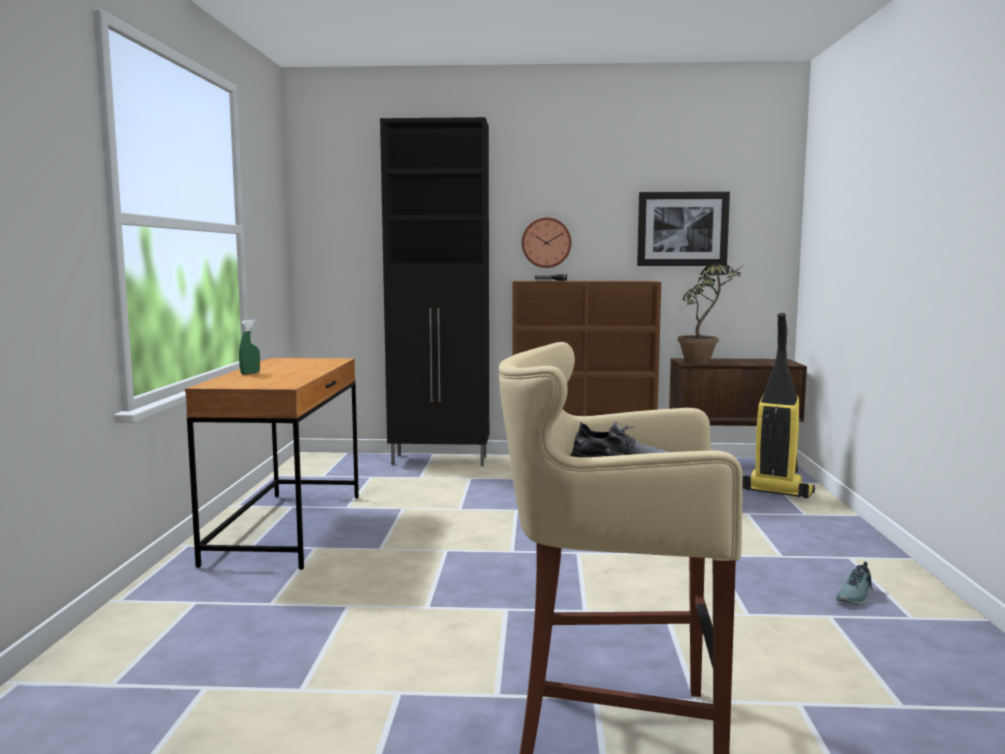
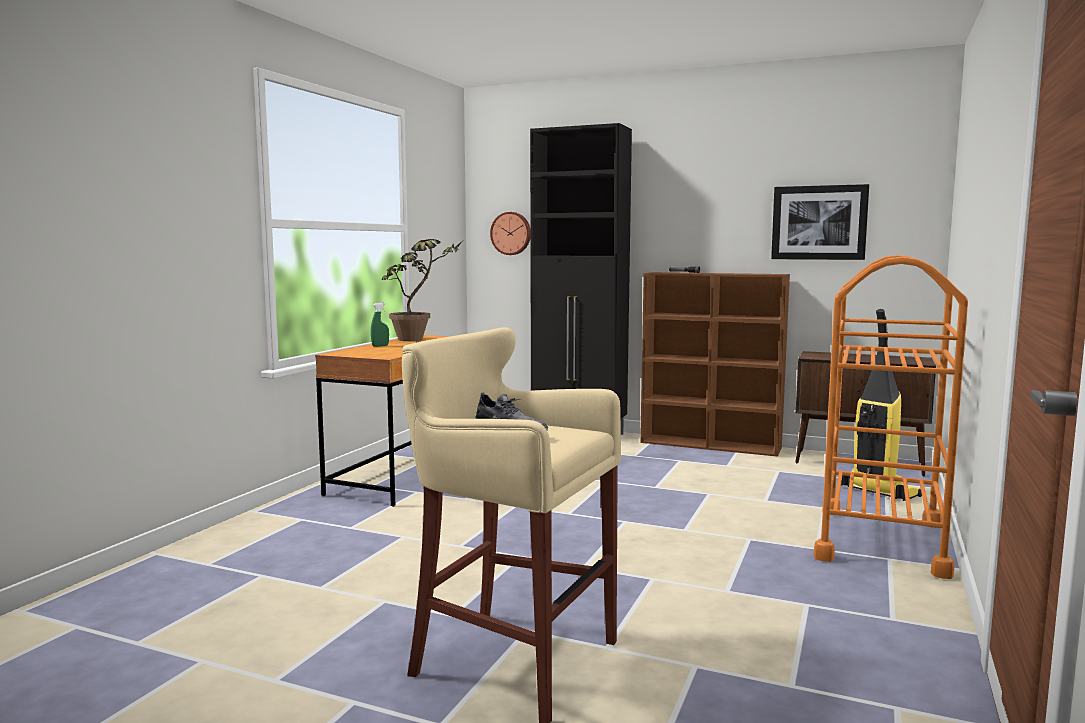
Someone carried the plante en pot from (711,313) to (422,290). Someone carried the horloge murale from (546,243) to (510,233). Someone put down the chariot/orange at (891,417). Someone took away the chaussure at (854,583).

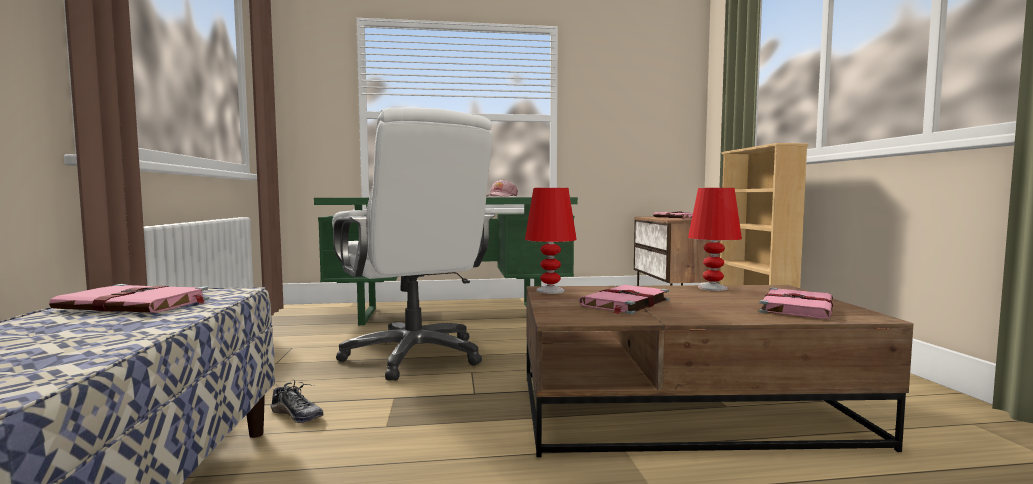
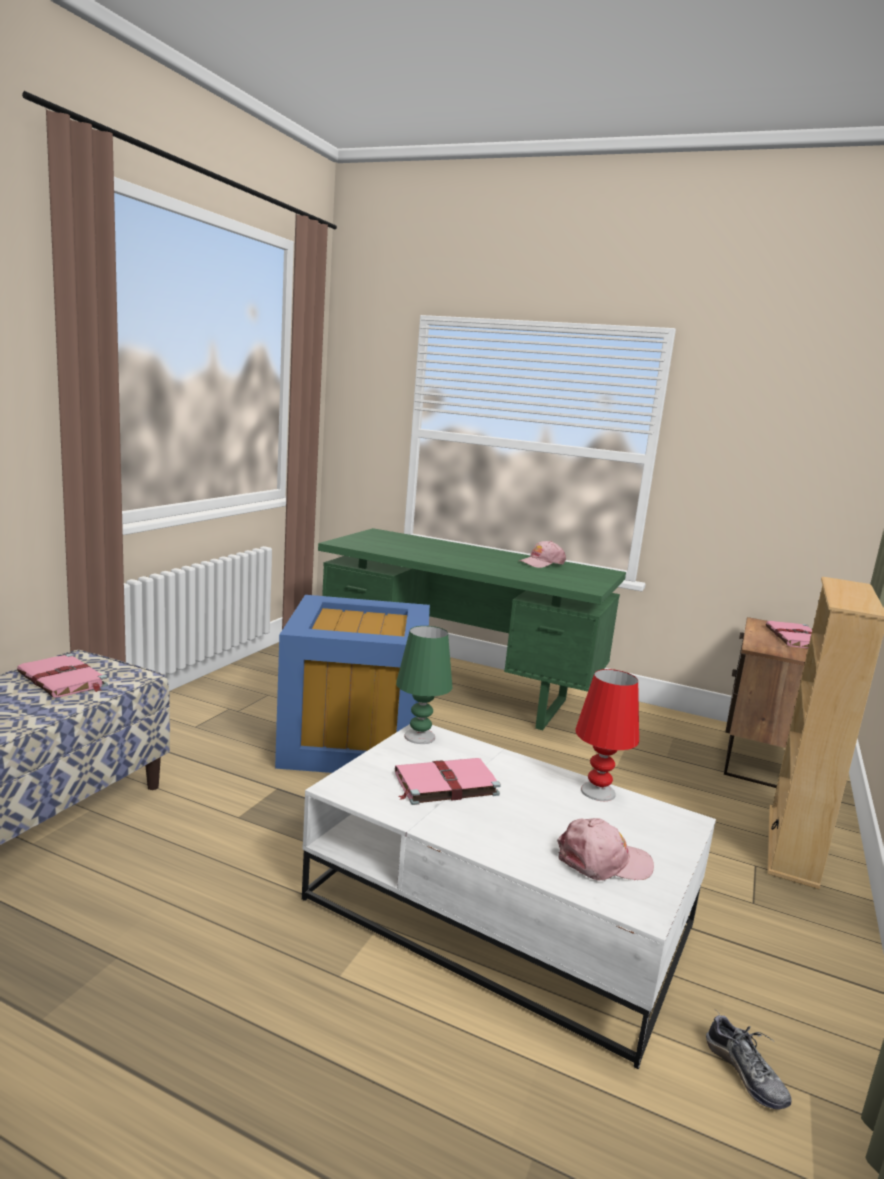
Someone swapped the chaise de bureau/blanc at (413,244) for the boîte de rangement/bleu at (352,684). Someone repainted the table basse/marron at (719,371), which became the table basse/blanc at (509,896). Someone repainted the lampe de table/rouge at (551,241), which became the lampe de table/vert at (424,685). Someone swapped the livre/rose at (796,303) for the casquette/rose at (605,849). Someone carried the chaussure from (297,401) to (749,1060).

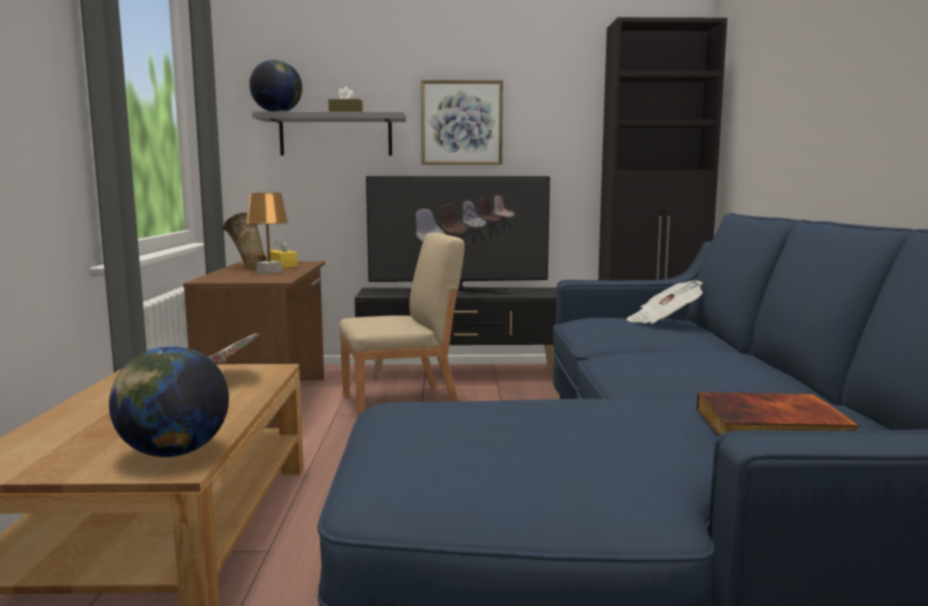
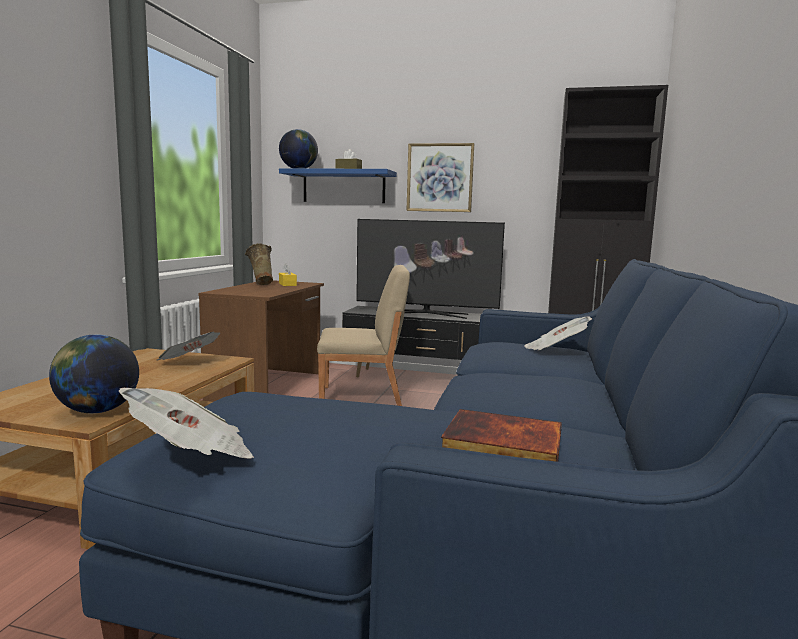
Someone put down the journal at (186,423). Someone repainted the étagère/gris at (329,134), which became the étagère/bleu at (338,185). Someone took away the lampe de table/marron at (267,233).

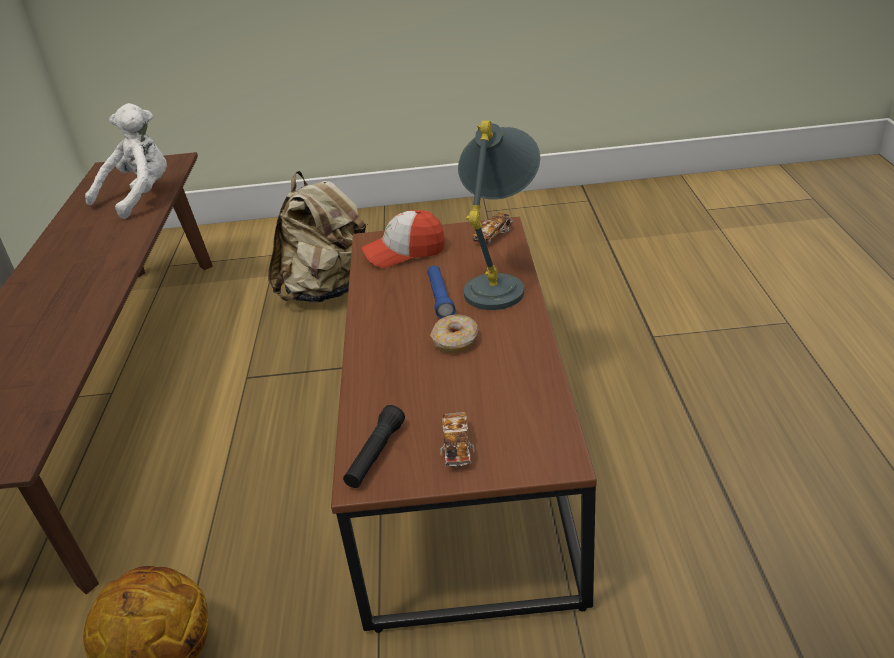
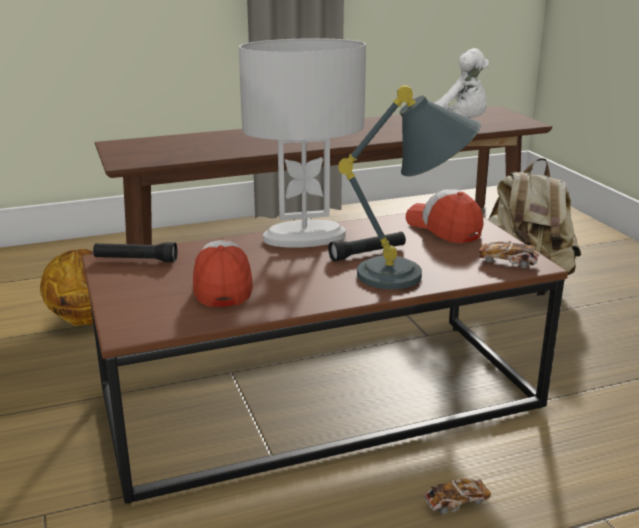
Someone put down the casquette at (223,273). Someone put down the lampe de table/blanc at (302,143). Someone repainted the lampe de poche/bleu at (441,292), which became the lampe de poche/noir at (367,246). Someone carried the petite voiture from (457,439) to (457,497). Someone took away the beignet at (454,334).

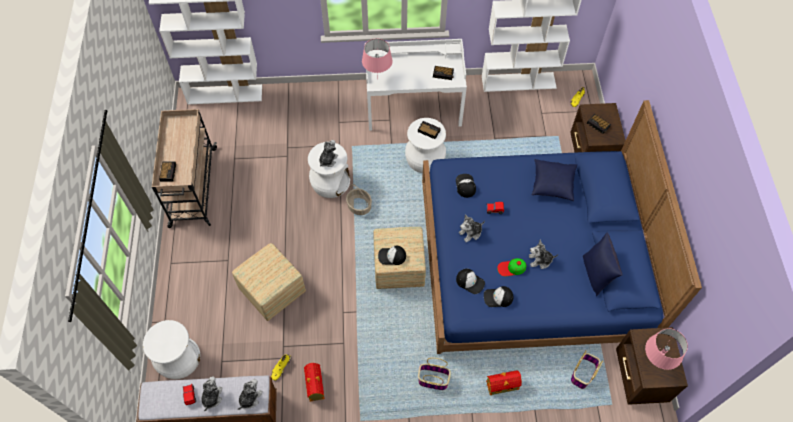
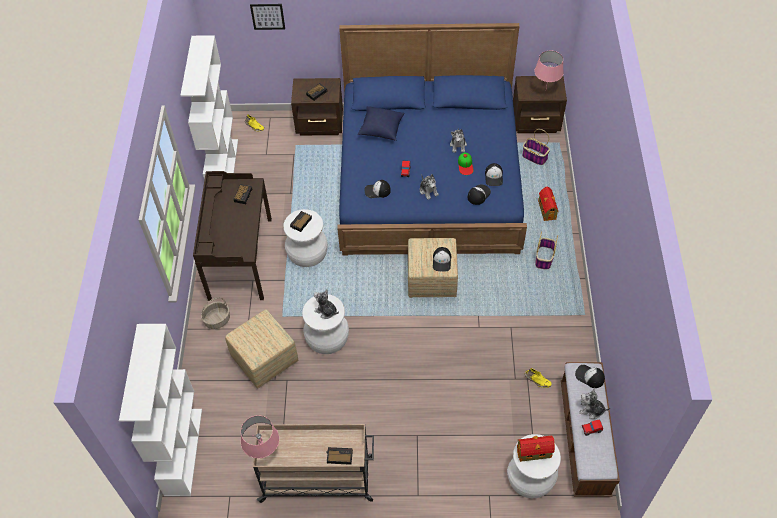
Someone repainted the bureau/blanc at (416,84), which became the bureau/marron at (232,236). Someone carried the panier from (359,199) to (215,313). Someone carried the pouf from (269,282) to (261,349). Someone carried the lampe de table/rose from (377,57) to (260,436). Someone put up the tableau at (267,17). Someone carried the maison miniature from (314,382) to (536,449). Someone swapped the peluche at (250,394) for the casquette at (590,376). Someone took away the coussin/bleu at (602,264).

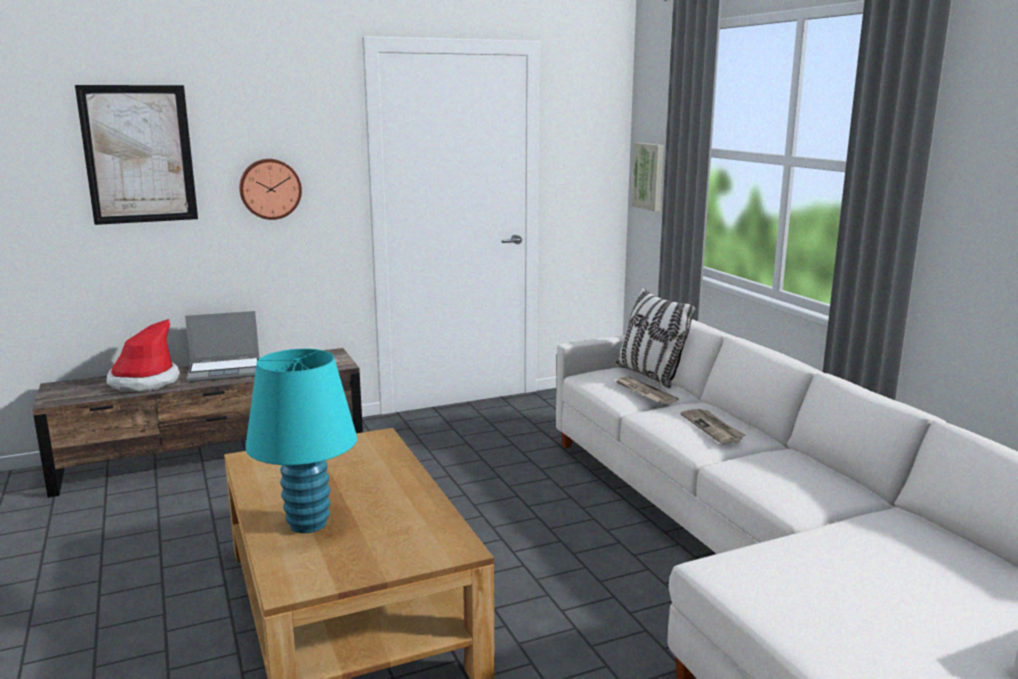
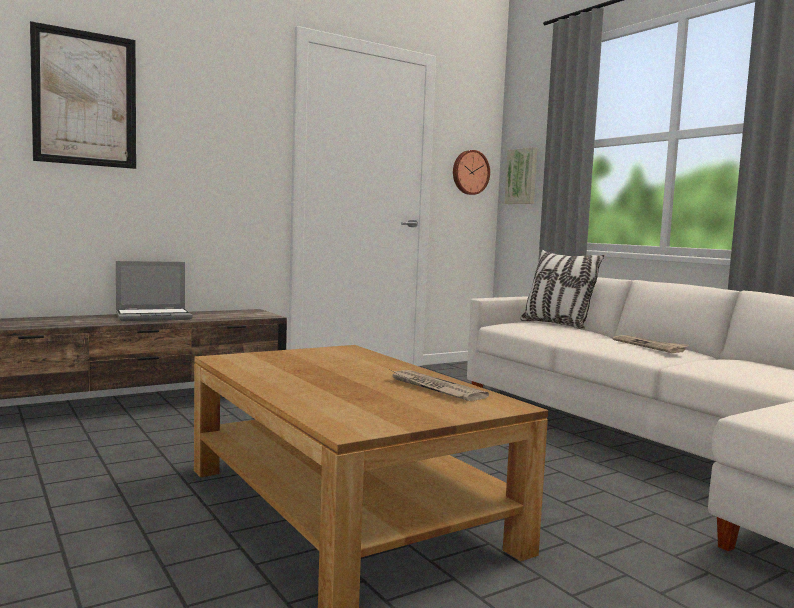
Someone carried the journal from (646,390) to (439,385). Someone carried the horloge murale from (270,189) to (471,172). Someone took away the chapeau at (143,355). Someone took away the lampe de table/turquoise at (301,441).

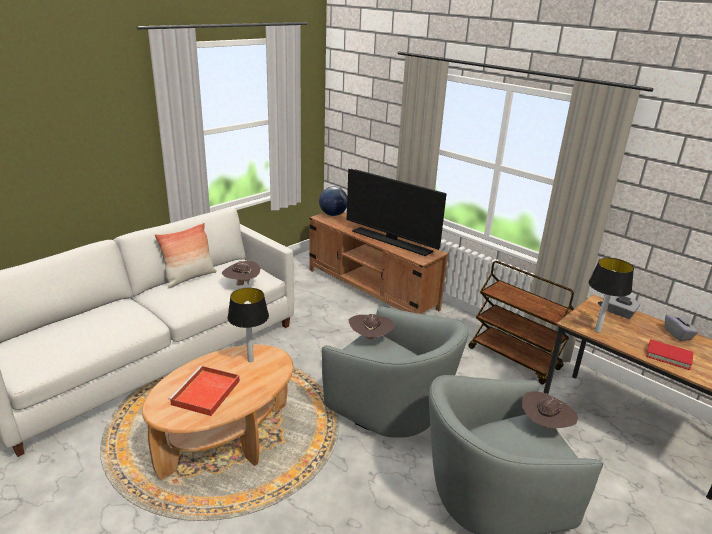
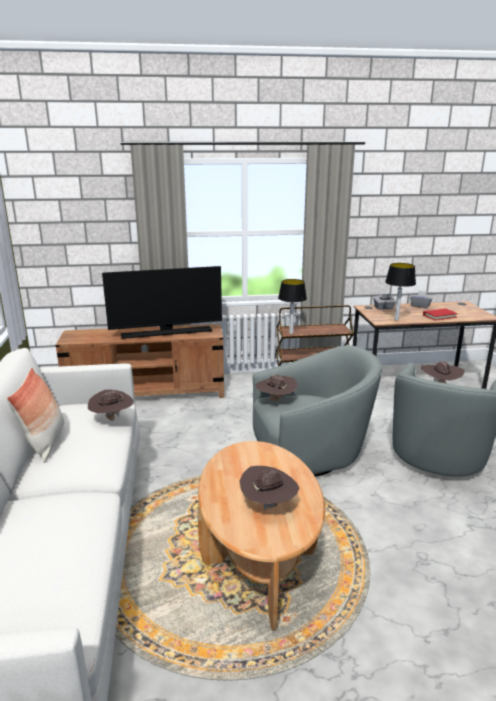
Someone swapped the plateau/rouge at (204,391) for the chapeau/marron at (269,488). Someone carried the lampe de table from (248,325) to (292,306). Someone took away the globe at (333,201).

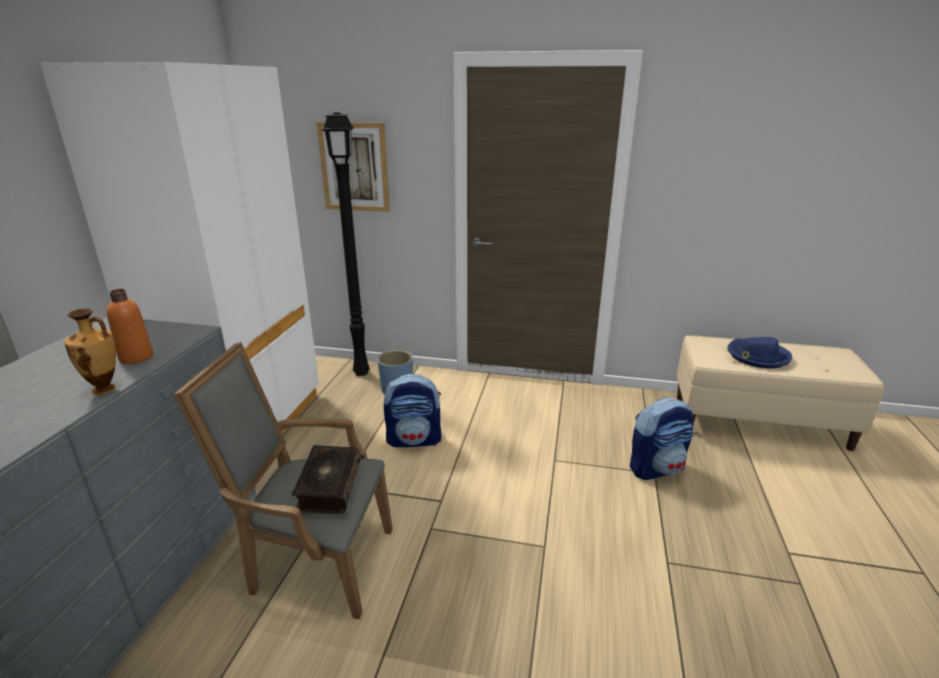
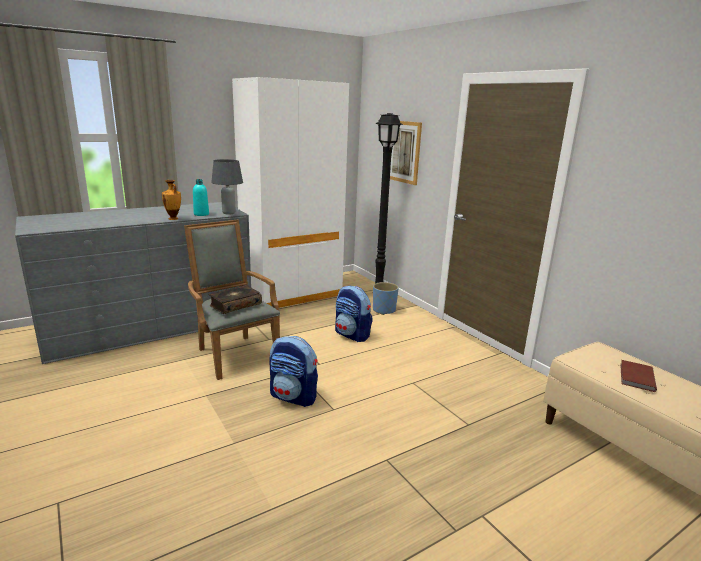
Someone repainted the bouteille/orange at (130,326), which became the bouteille/turquoise at (201,197). Someone put down the lampe de table/gris at (227,187). Someone carried the sac à dos from (662,439) to (293,371). Someone swapped the chapeau/bleu at (760,352) for the livre/marron at (638,376).

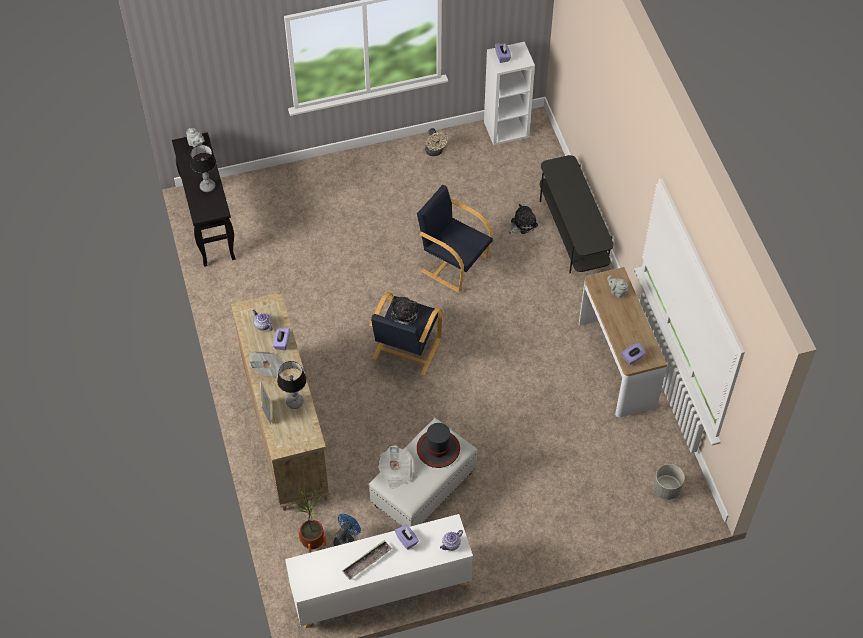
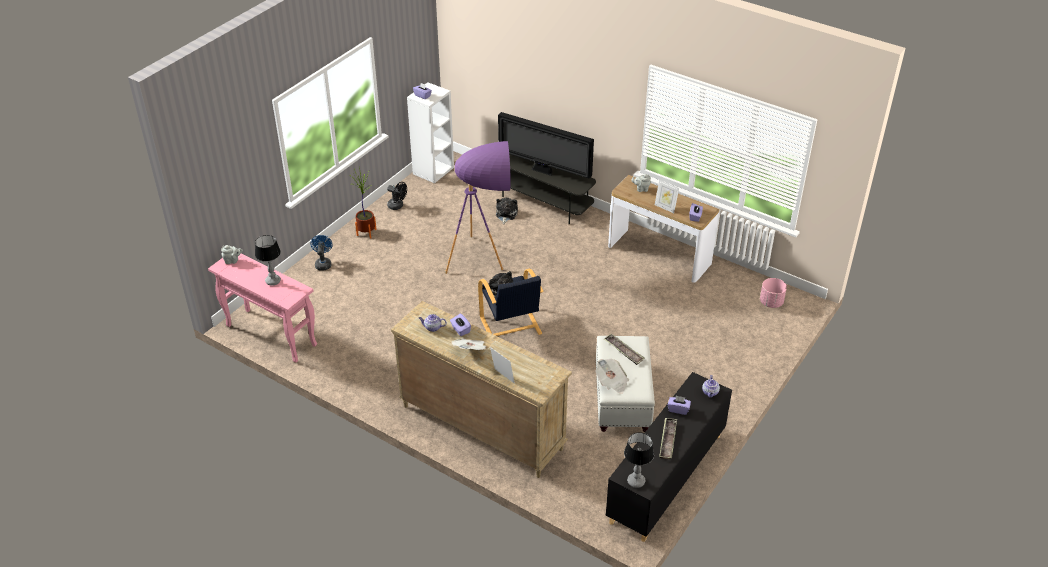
Someone repainted the table console/noir at (204,199), which became the table console/rose at (262,308). Someone carried the ventilateur/bleu from (347,530) to (322,253). Someone carried the plante en pot from (310,521) to (364,202). Someone repainted the ventilateur/beige at (436,142), which became the ventilateur/noir at (397,196). Someone swapped the fauteuil/noir at (455,238) for the lampadaire/violet at (478,207). Someone put down the téléviseur at (546,145). Someone swapped the chapeau at (438,445) for the plateau at (624,349). Someone repainted the meuble de rangement/blanc at (379,571), which became the meuble de rangement/noir at (669,457). Someone carried the lampe de table from (292,385) to (639,460). Someone put down the cadre photo at (667,196). Someone repainted the cache-pot/gris at (669,482), which became the cache-pot/rose at (773,293).

